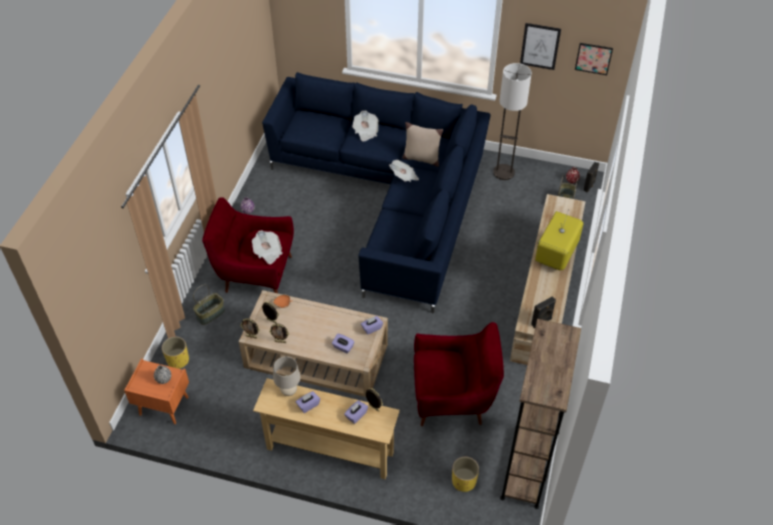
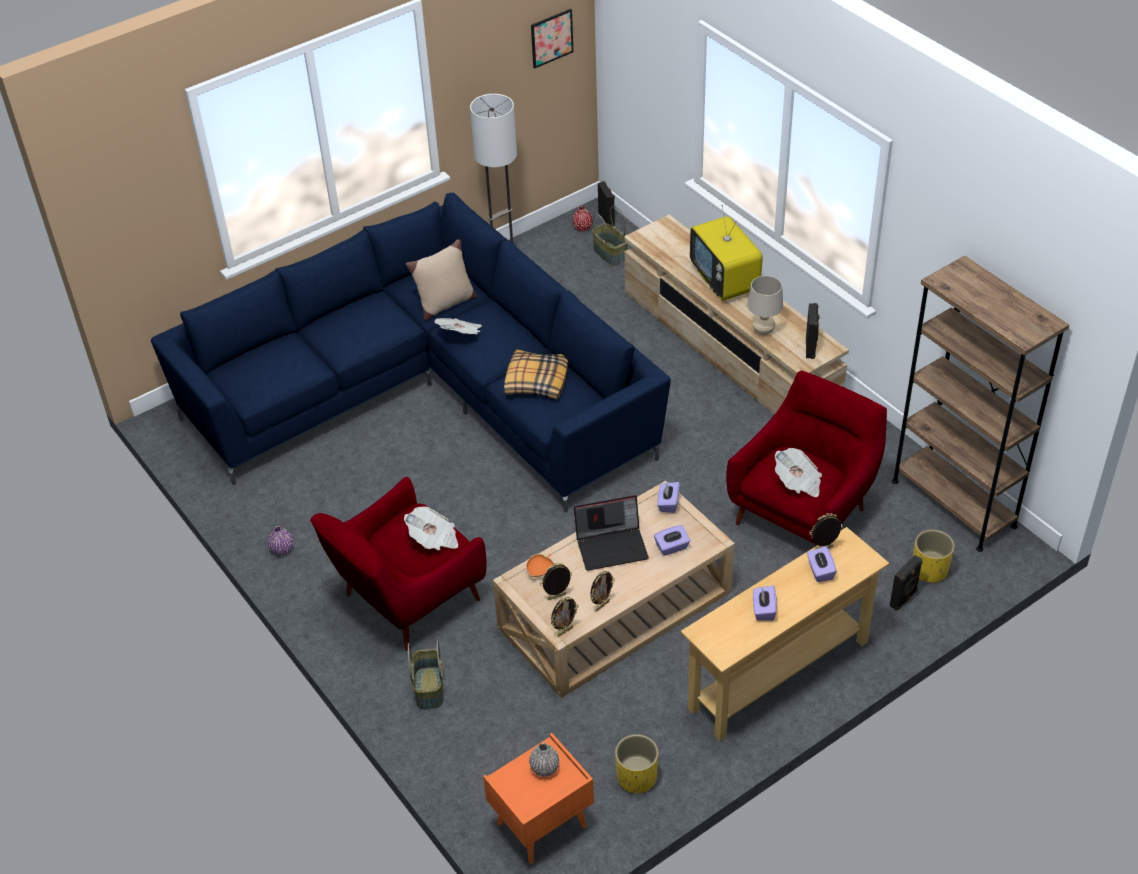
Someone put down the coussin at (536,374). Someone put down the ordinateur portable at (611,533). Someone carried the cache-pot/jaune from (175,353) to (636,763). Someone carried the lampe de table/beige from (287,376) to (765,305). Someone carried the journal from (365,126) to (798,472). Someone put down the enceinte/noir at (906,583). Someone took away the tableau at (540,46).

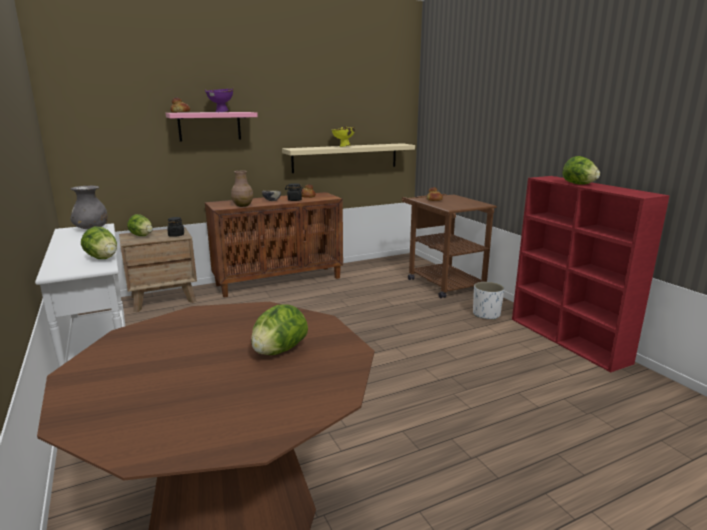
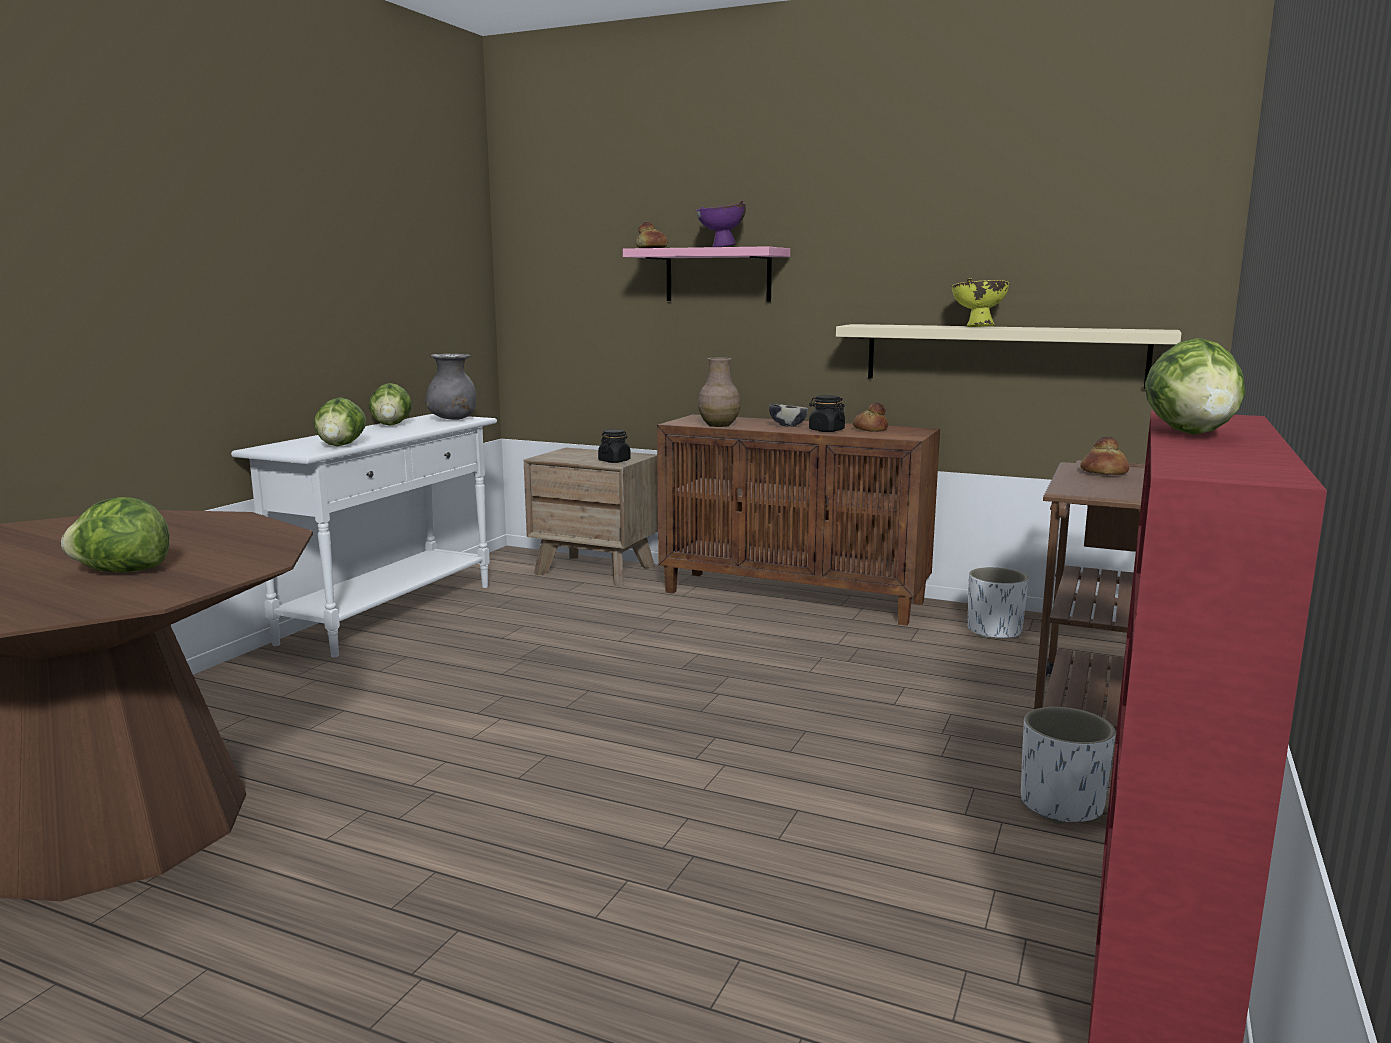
Someone carried the laitue from (140,225) to (390,404). Someone put down the cache-pot/blanc at (998,602).

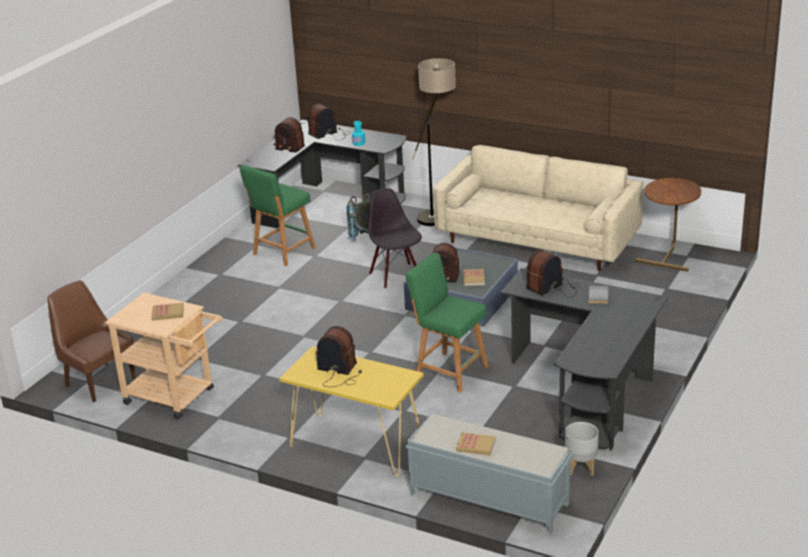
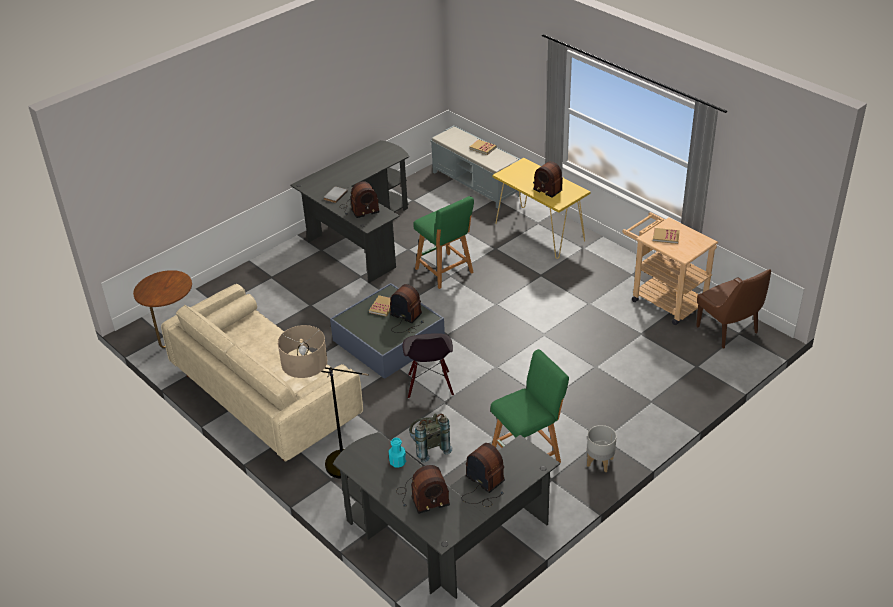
Someone carried the cache-pot/gris from (582,449) to (602,448).

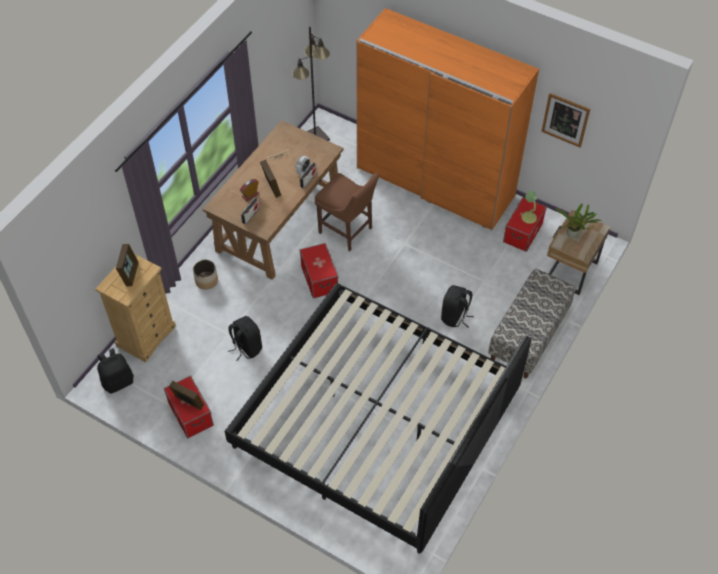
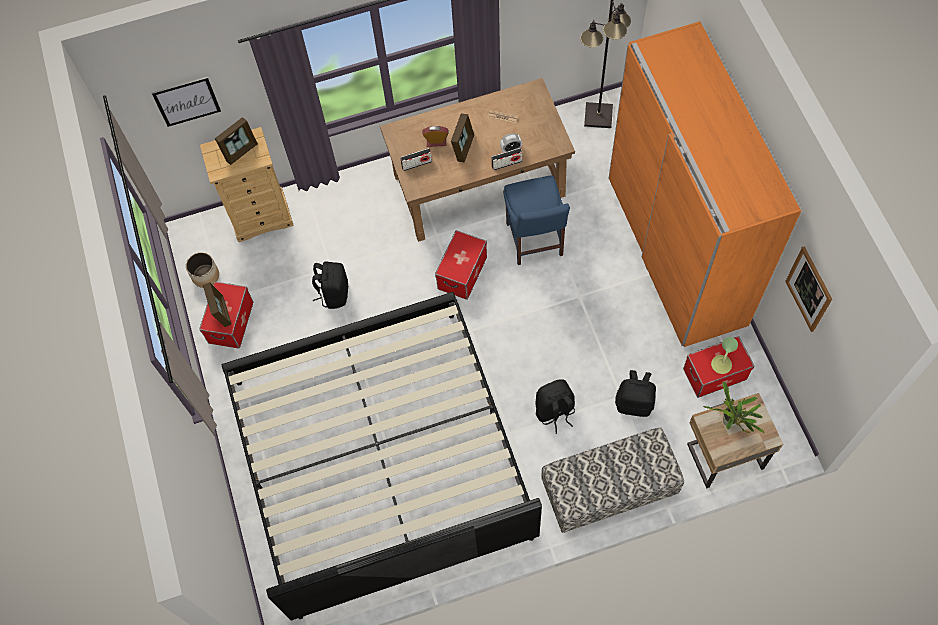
Someone put up the tableau at (186,102). Someone carried the cache-pot from (205,274) to (202,270). Someone repainted the chaise/marron at (347,212), which became the chaise/bleu at (536,220). Someone carried the sac à dos/noir from (115,371) to (635,393).

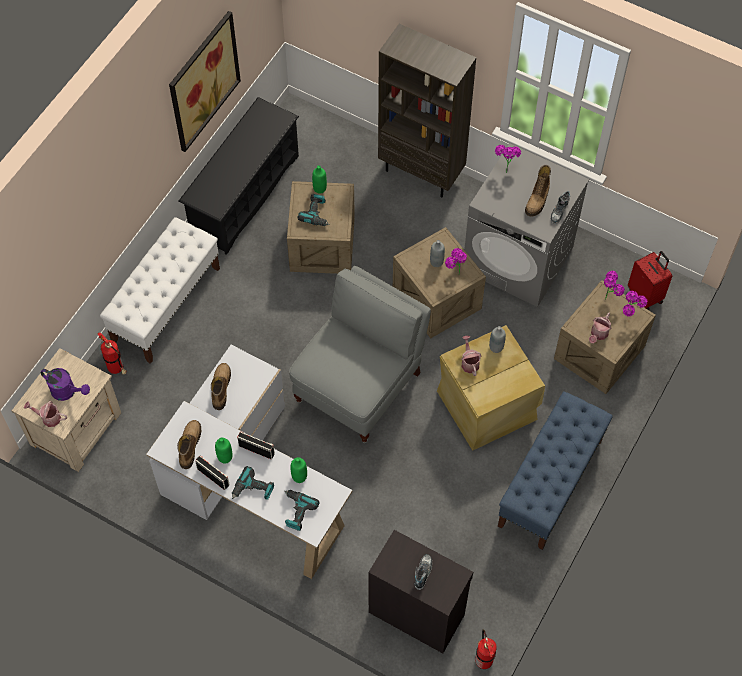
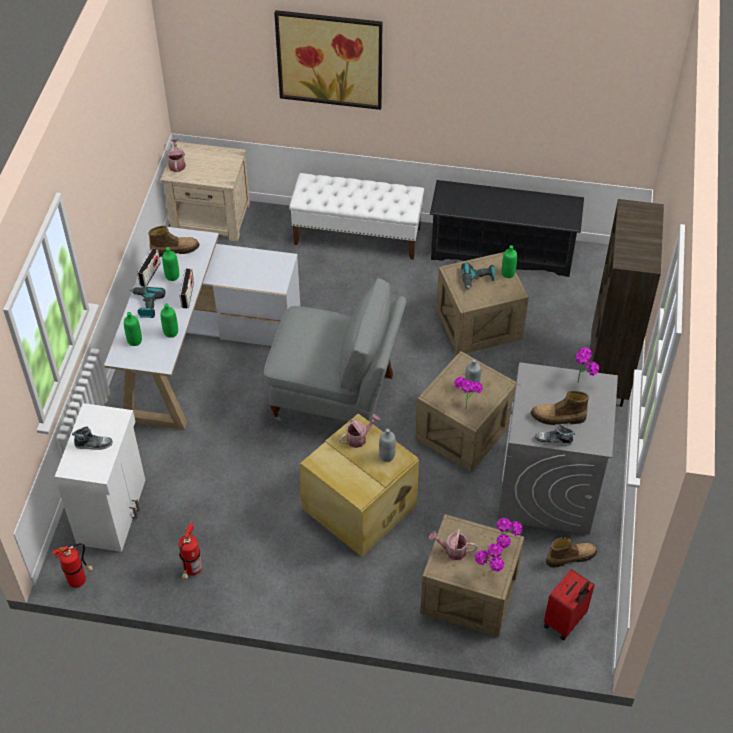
Someone repainted the meuble de rangement/noir at (420,591), which became the meuble de rangement/blanc at (100,477). Someone swapped the perceuse at (301,510) for the bouteille/vert at (133,329). Someone carried the extincteur from (112,353) to (190,551). Someone carried the tableau from (205,81) to (328,60). Someone carried the botte from (221,386) to (571,552). Someone took away the arrosoir/violet at (65,384). Someone took away the banc/bleu at (555,470).

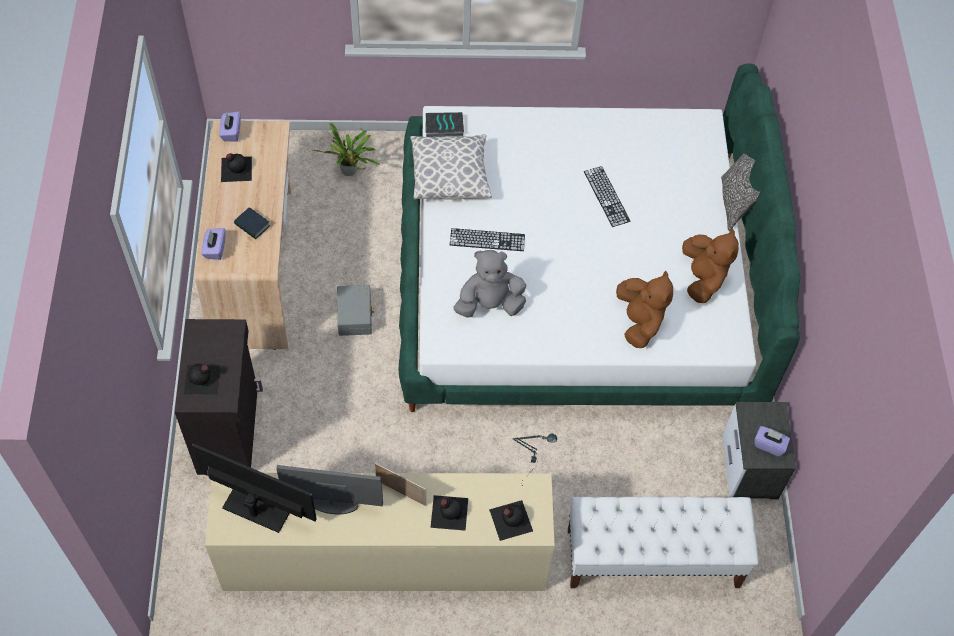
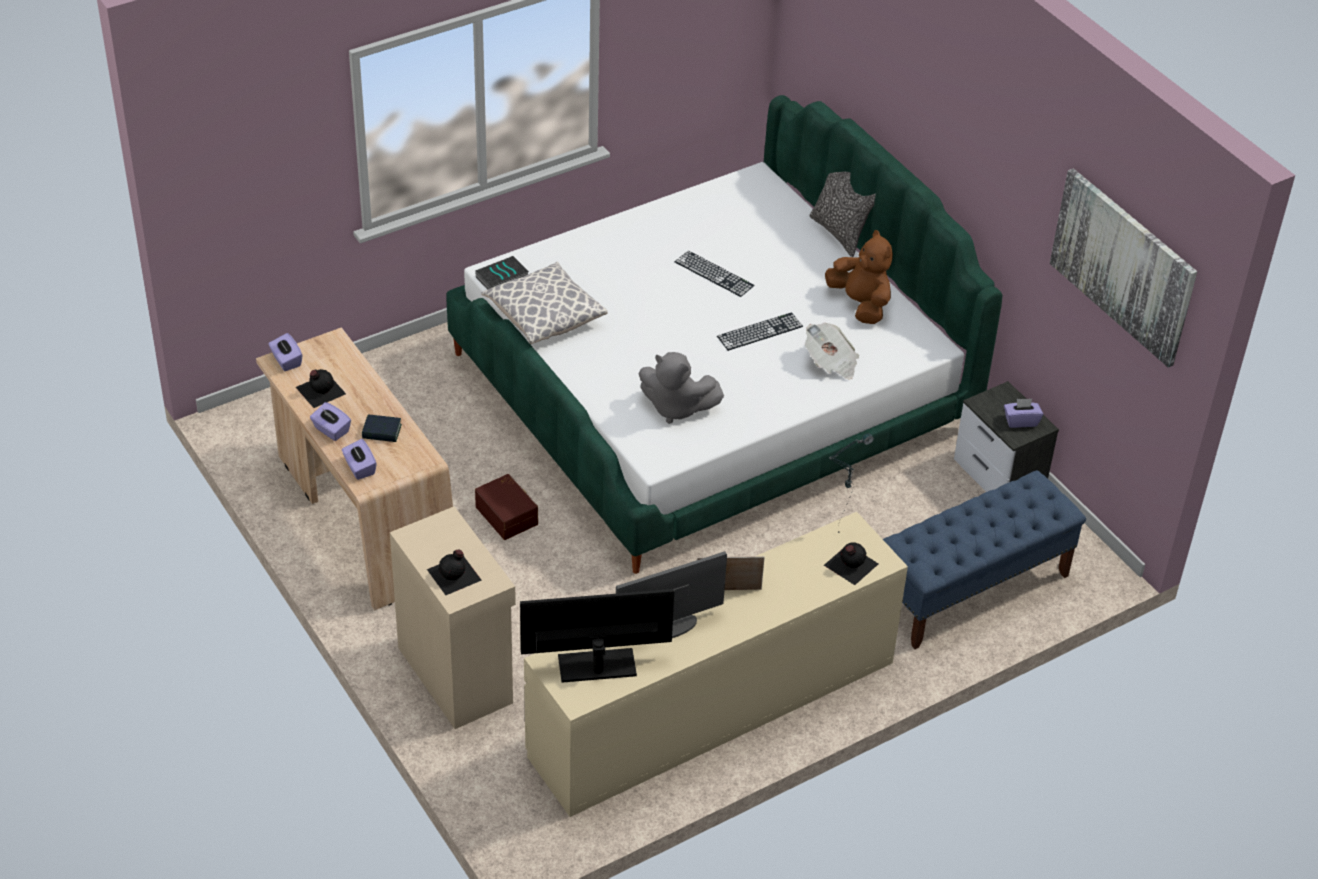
Someone put down the boîte à mouchoirs/violet at (330,421). Someone repainted the meuble de rangement/noir at (219,397), which became the meuble de rangement/beige at (453,617). Someone repainted the boîte de rangement/gris at (355,310), which became the boîte de rangement/marron at (506,507). Someone rotated the peluche/gris at (489,284) by 120 degrees counterclockwise. Someone carried the clavier from (487,239) to (760,331). Someone swapped the peluche/marron at (644,309) for the journal at (832,351). Someone repainted the banc/blanc at (663,542), which became the banc/bleu at (984,559). Someone put up the tableau at (1123,268). Someone took away the plante en pot at (346,149). Someone took away the bouteille/noir at (449,513).

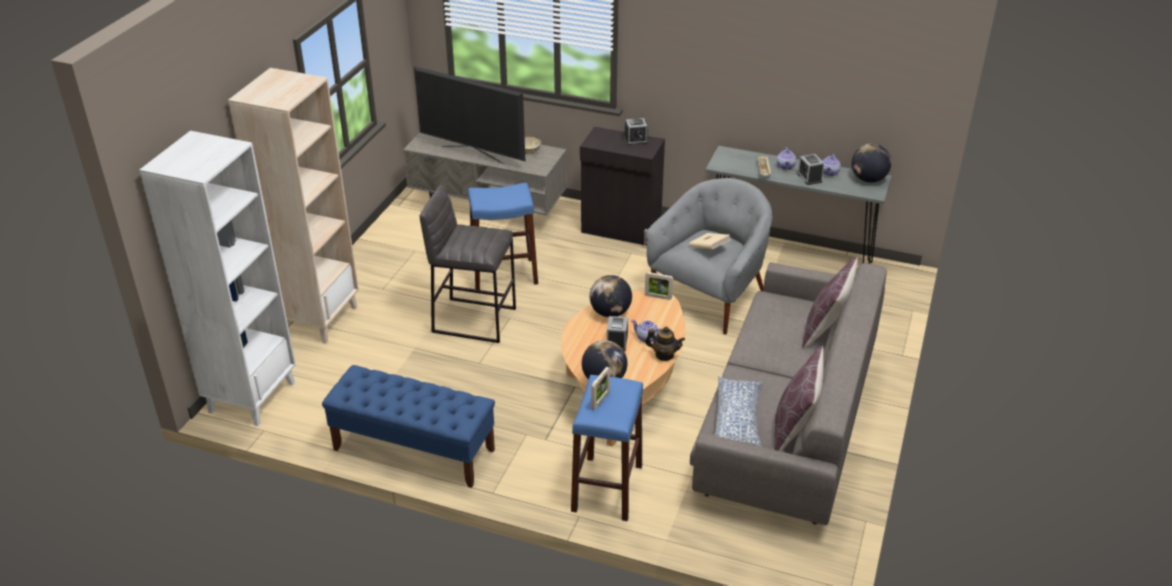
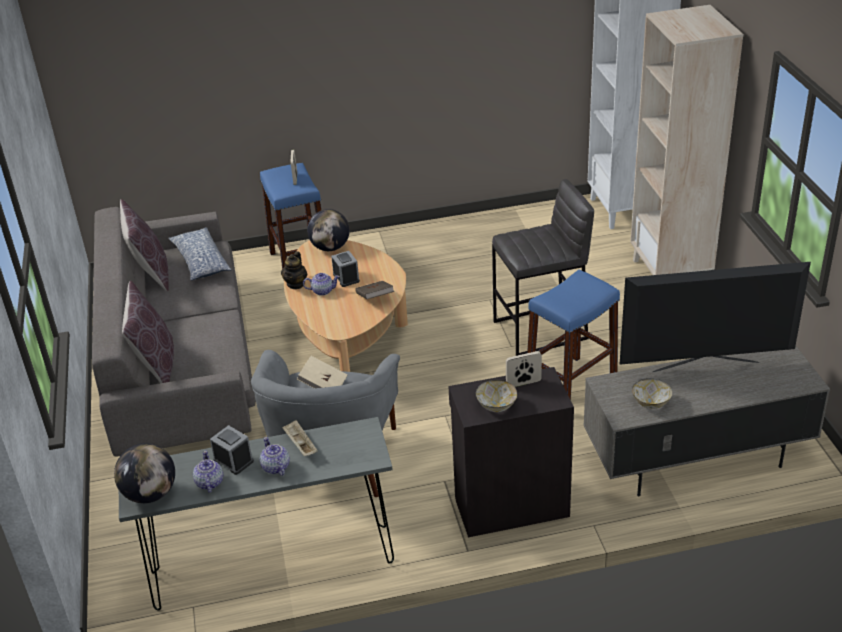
Someone rotated the théière at (665,344) by 60 degrees counterclockwise. Someone swapped the globe at (611,296) for the livre/marron at (374,290). Someone swapped the réveil at (636,131) for the bol at (496,396). Someone carried the cadre photo from (659,286) to (524,369). Someone took away the banc/bleu at (408,426).

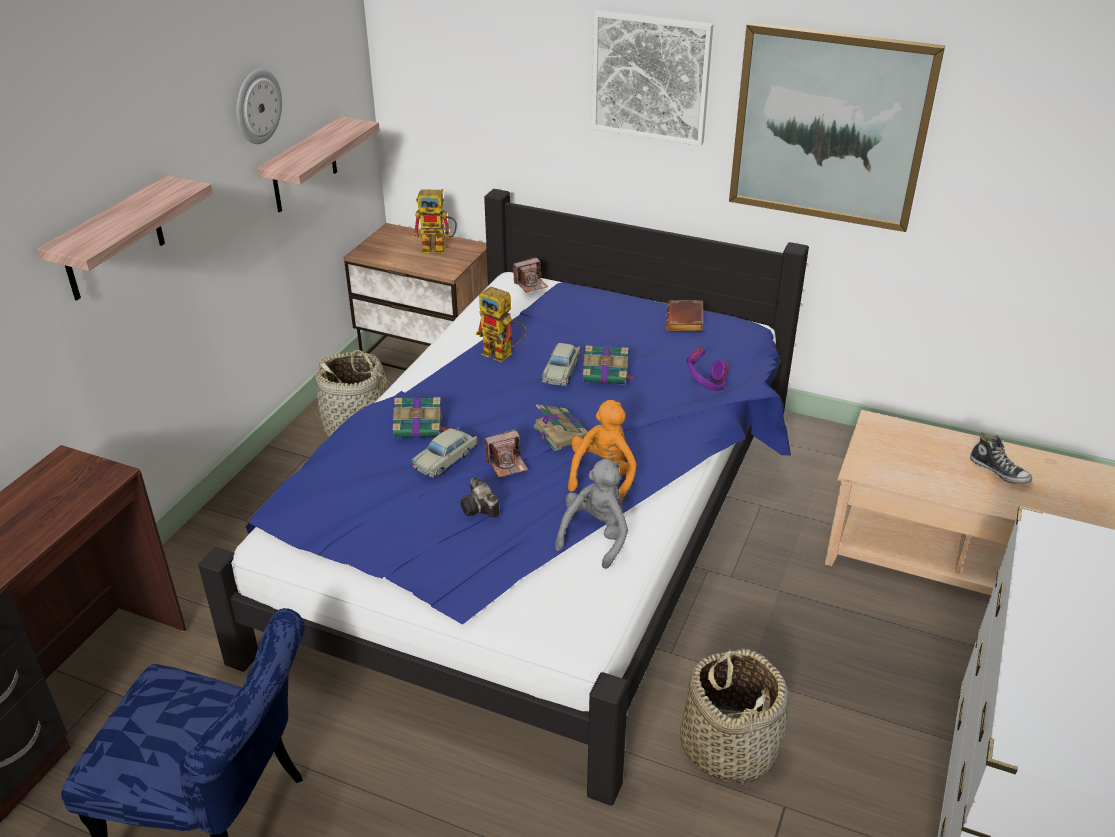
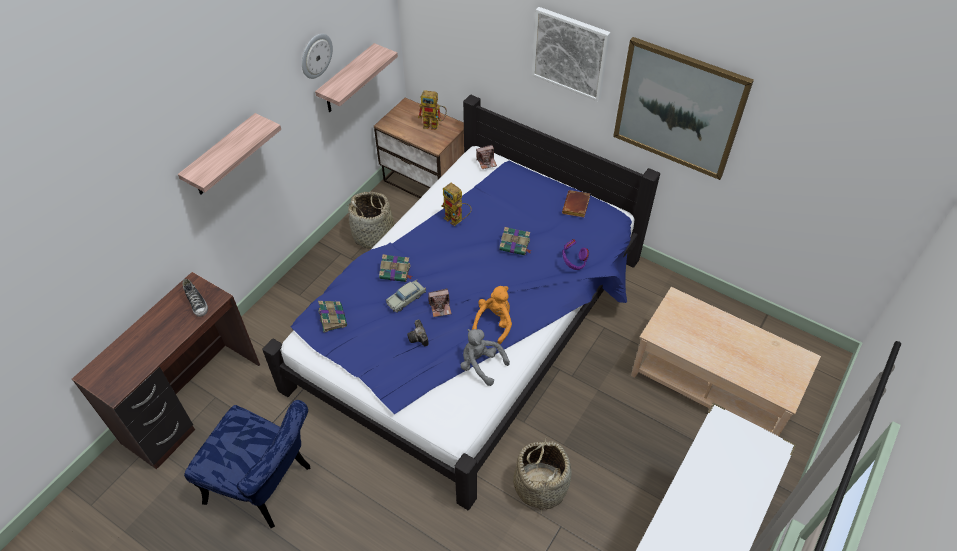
Someone carried the chaussure from (1001,458) to (195,298). Someone carried the livre from (560,428) to (332,316). Someone rotated the peluche/gris at (591,514) by 90 degrees counterclockwise. Someone took away the petite voiture/beige at (561,364).

